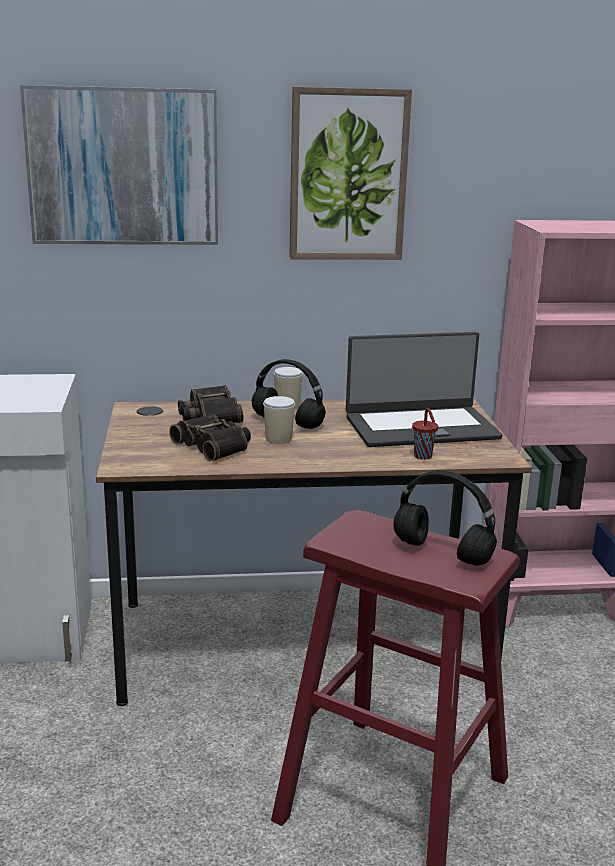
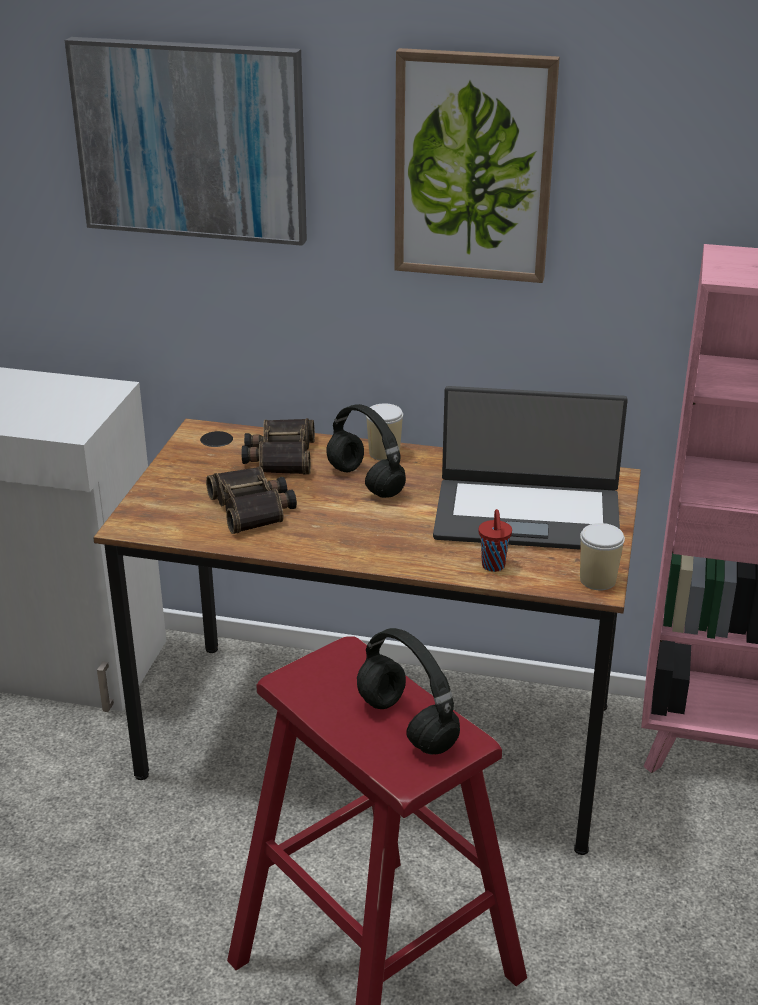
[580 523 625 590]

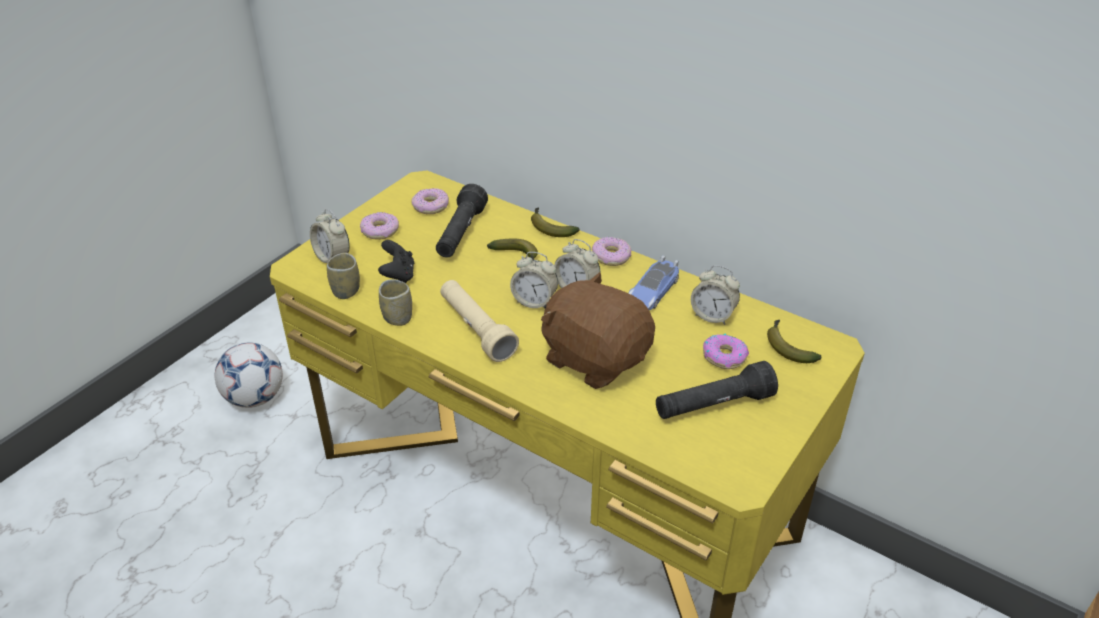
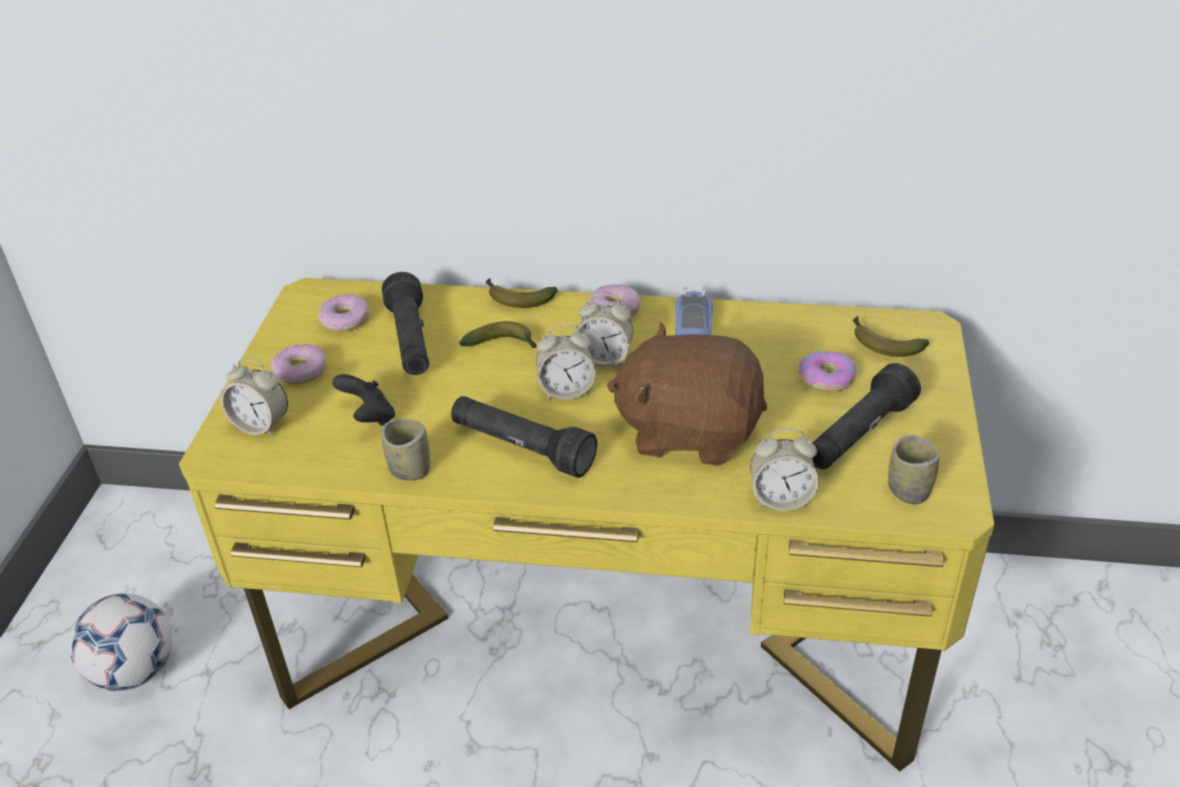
[888 435 939 504]
[750 429 819 511]
[451 396 597 478]

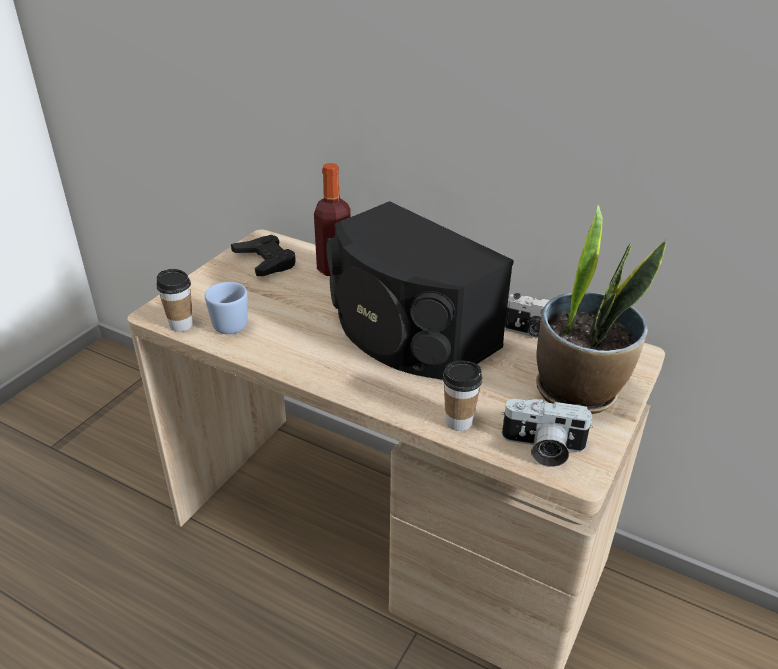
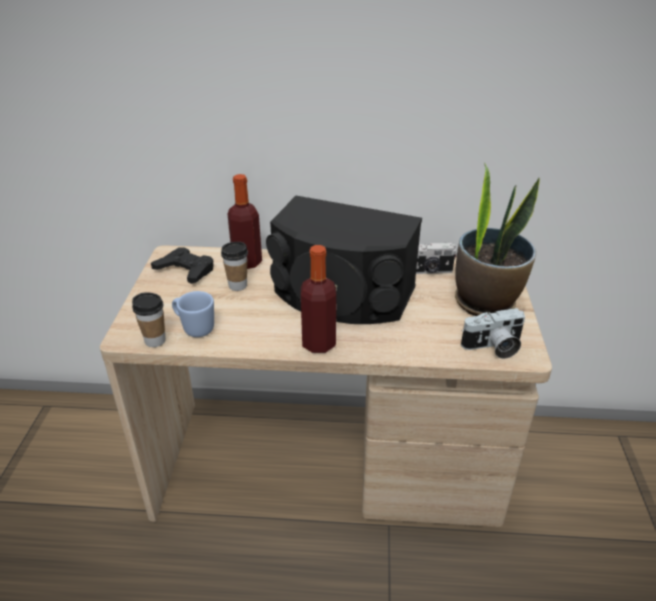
[221 242 248 291]
[301 245 336 353]

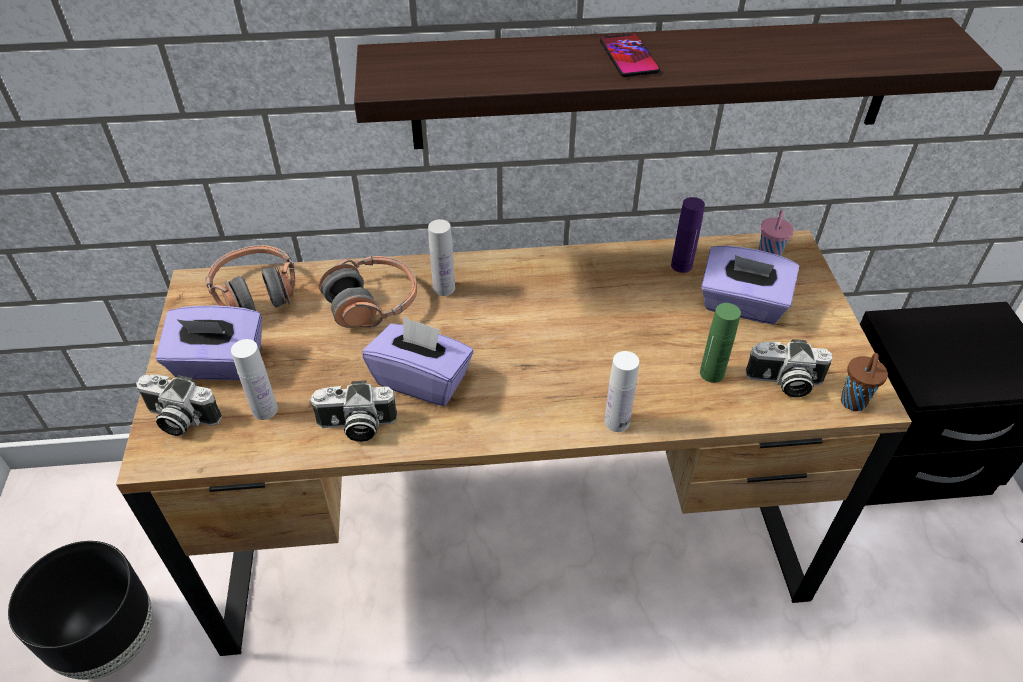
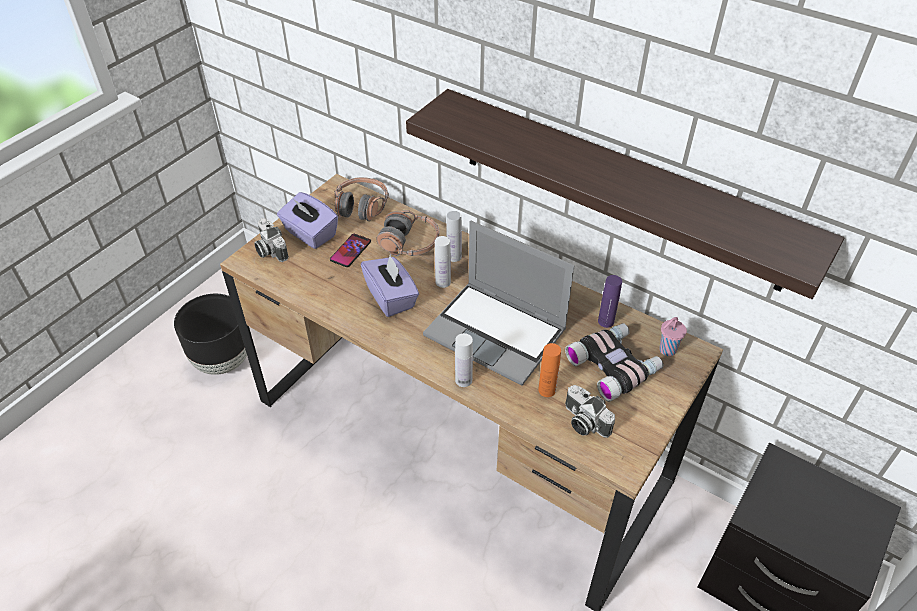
[330 234 371 267]
[565 323 664 402]
[538 343 561 397]
[435 236 451 288]
[841 353 888 411] (first image)
[309 381 397 442] (first image)
[423 221 575 385]

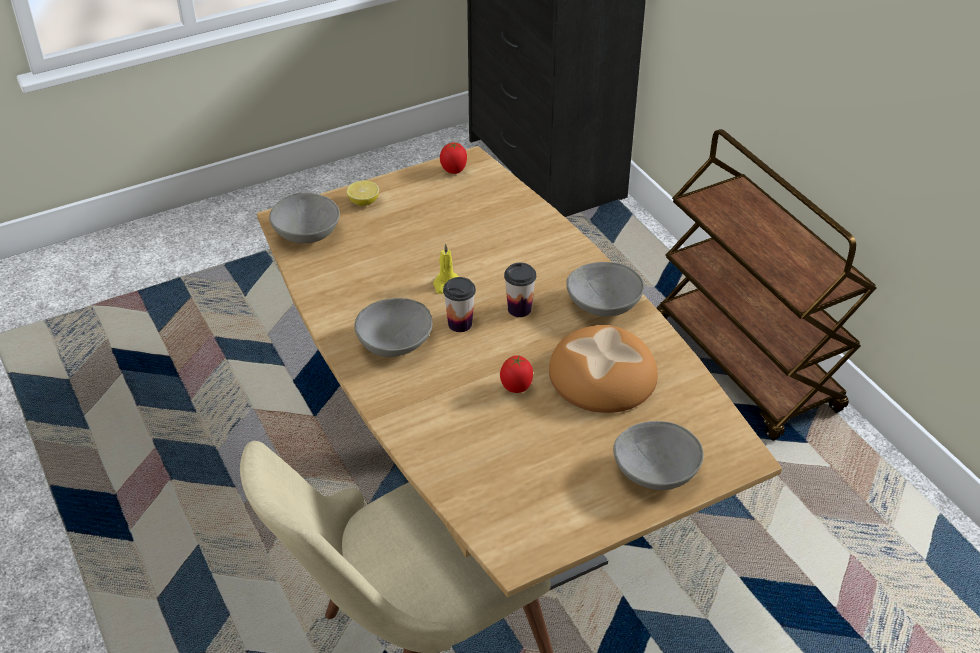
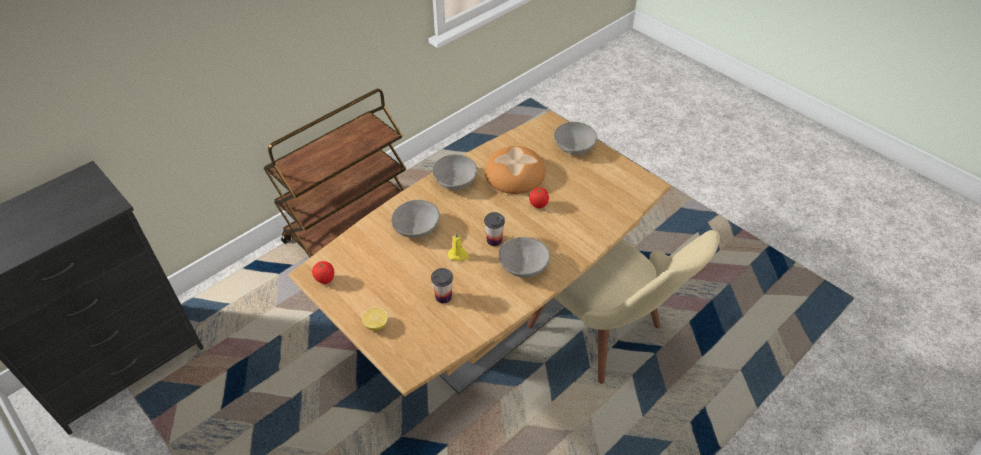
[391 200 440 238]
[431 268 453 303]

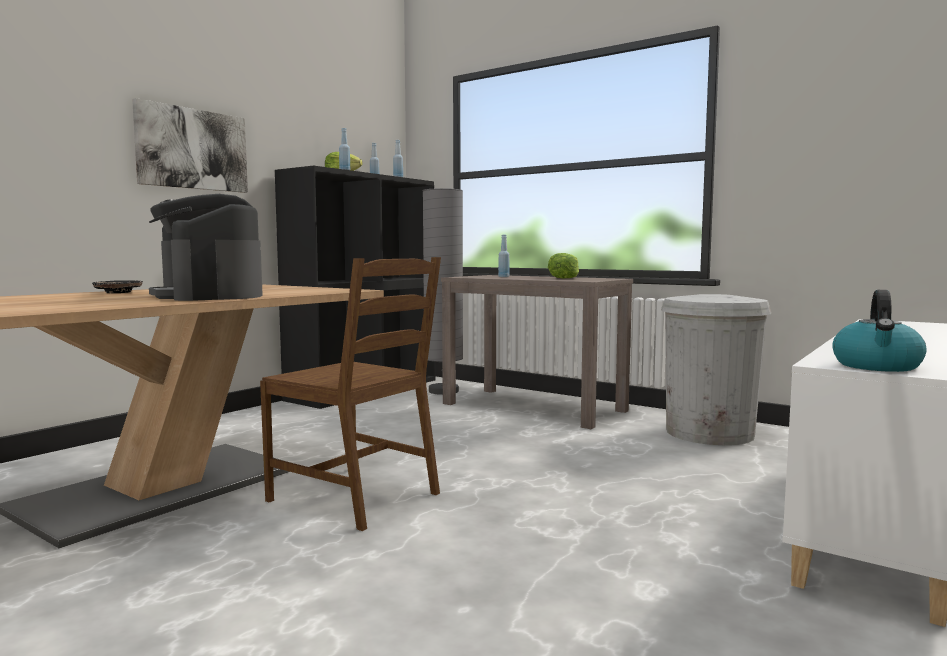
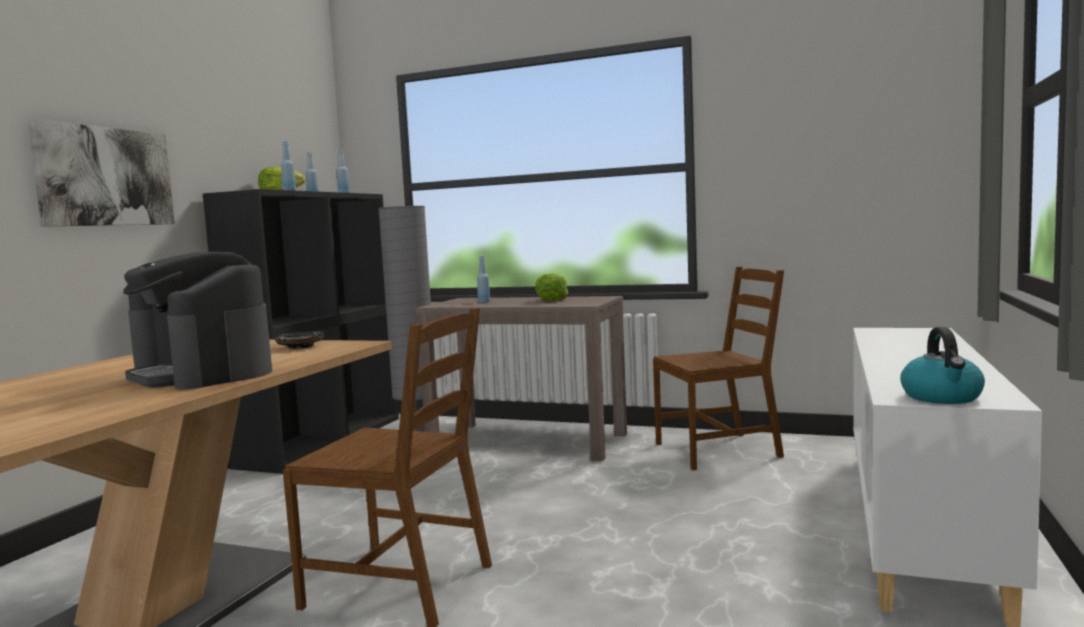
[274 331 325 349]
[653 267 784 470]

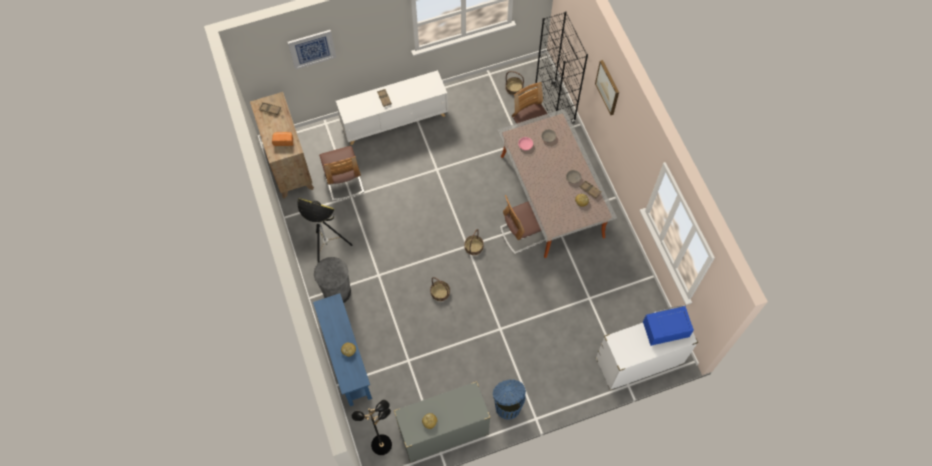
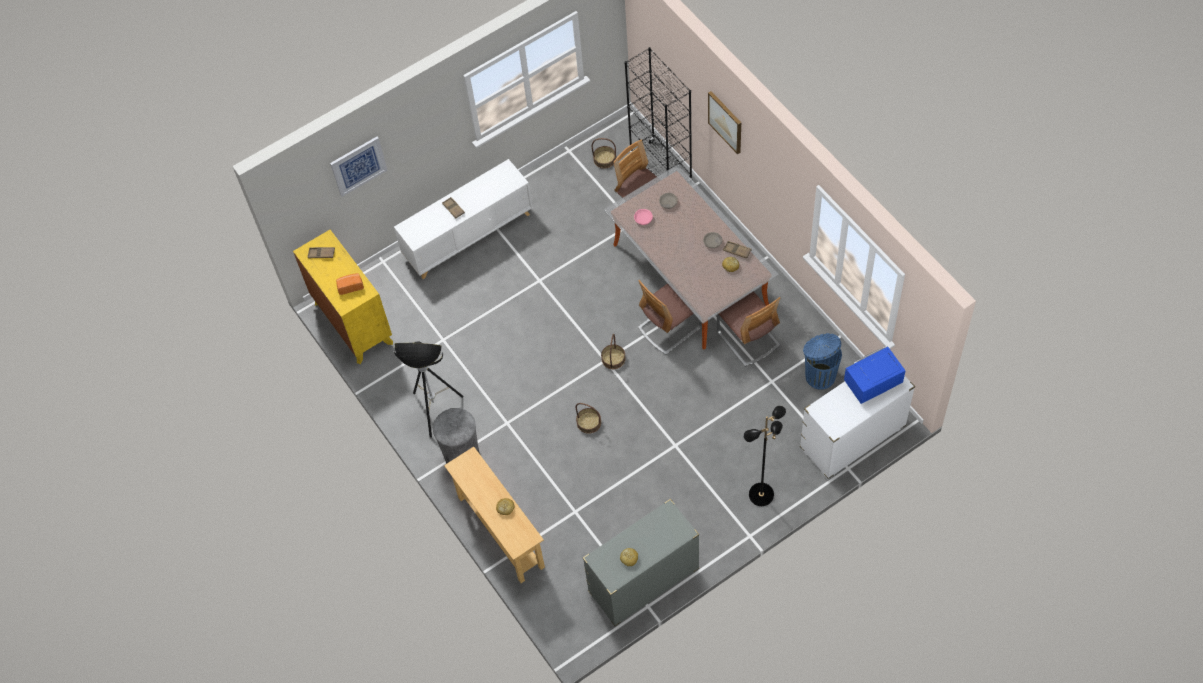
[293 230 393 364]
[717 292 780 367]
[444 447 545 583]
[803 333 842 390]
[744 406 786 506]

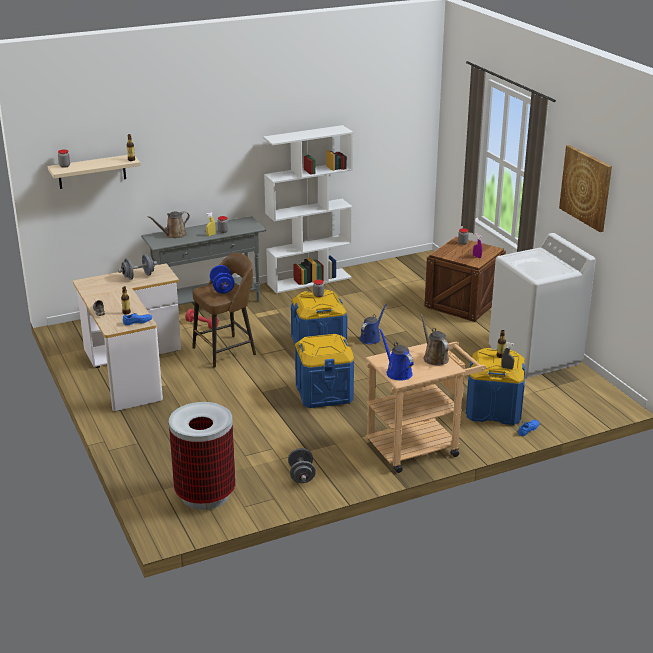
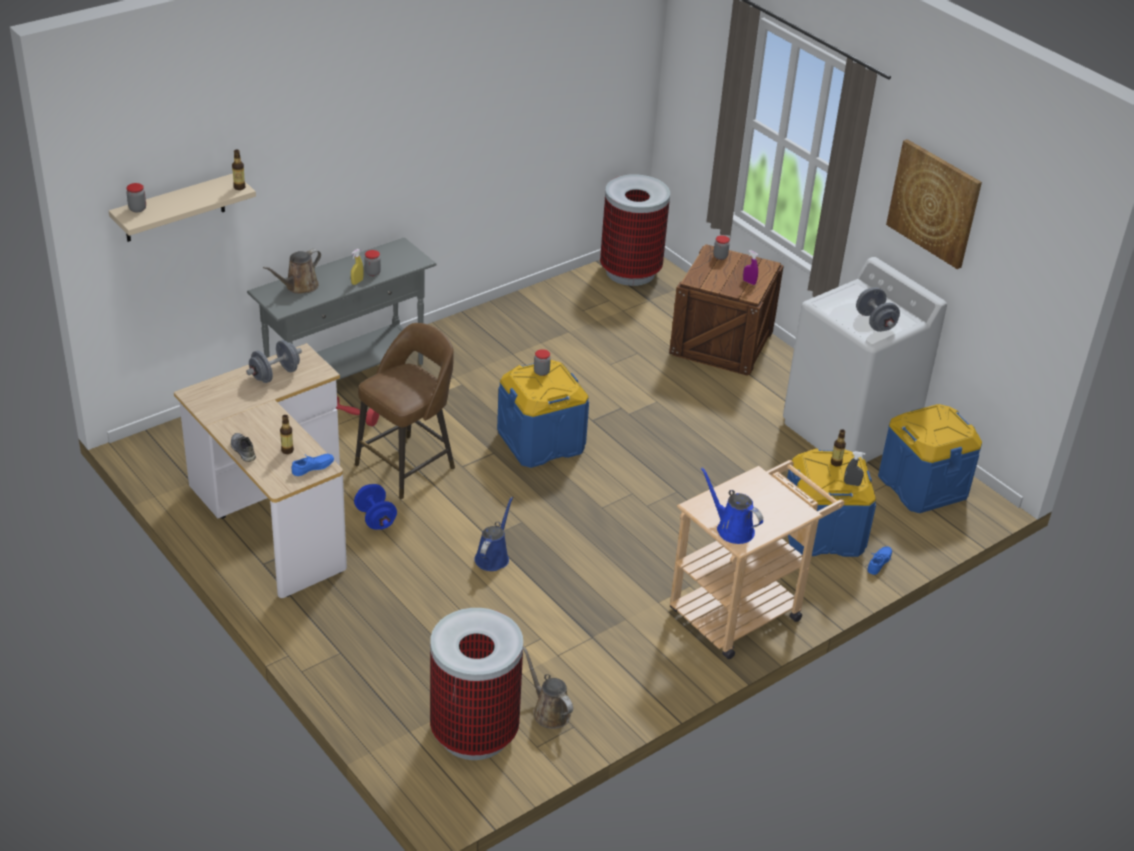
[263 125 353 293] (first image)
[354 484 397 530]
[474 497 513 571]
[523 647 573 729]
[878 404 982 513]
[856 287 900 332]
[600 174 670 286]

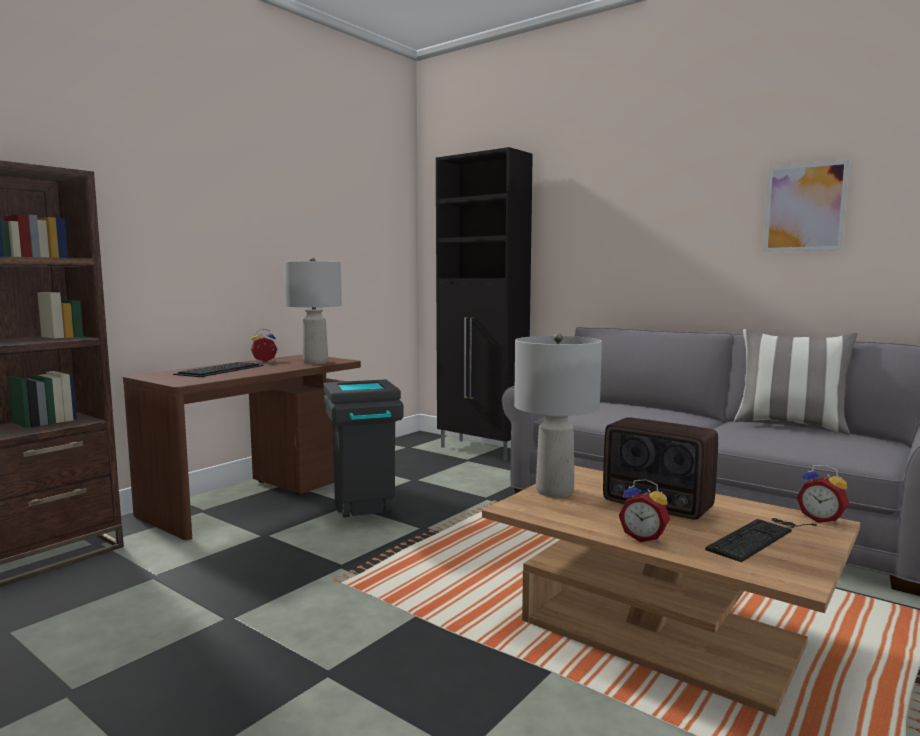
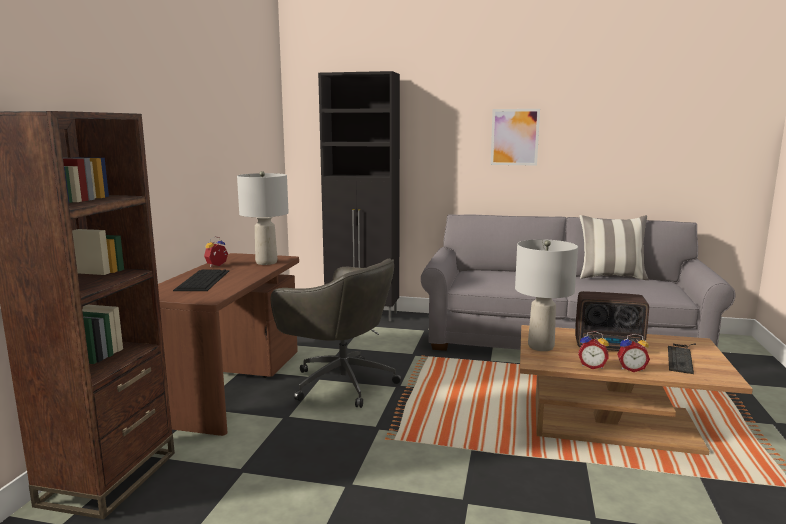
[491 109 540 166]
[271 259 401 408]
[578 331 609 369]

